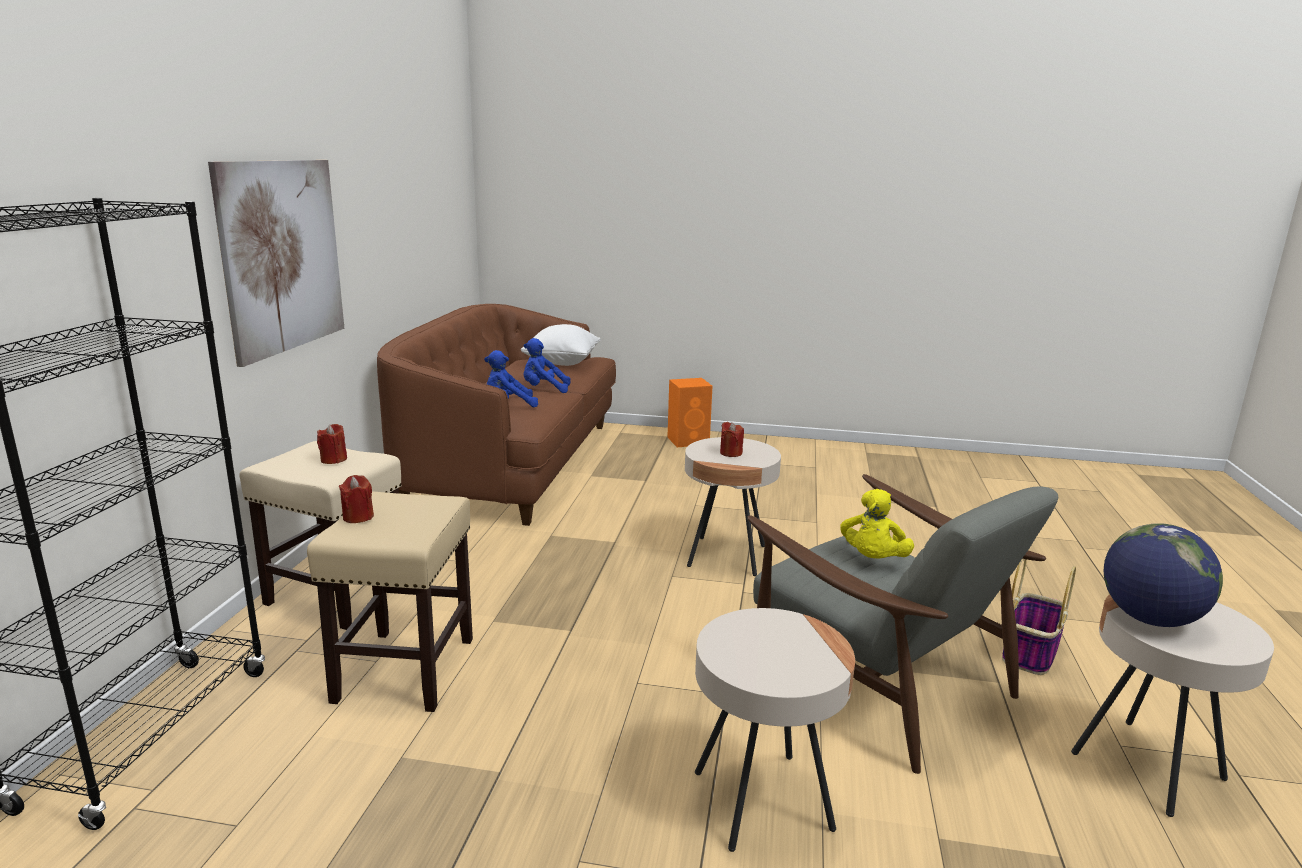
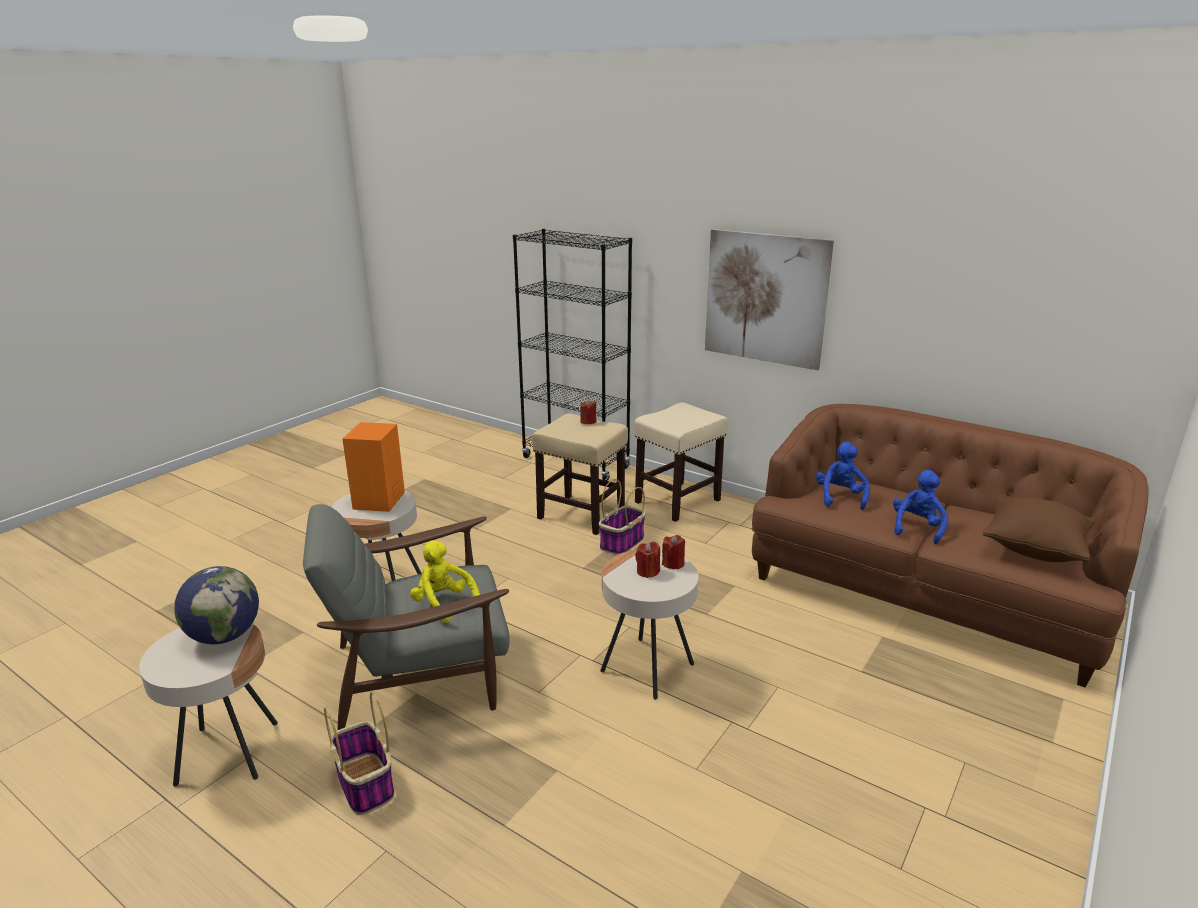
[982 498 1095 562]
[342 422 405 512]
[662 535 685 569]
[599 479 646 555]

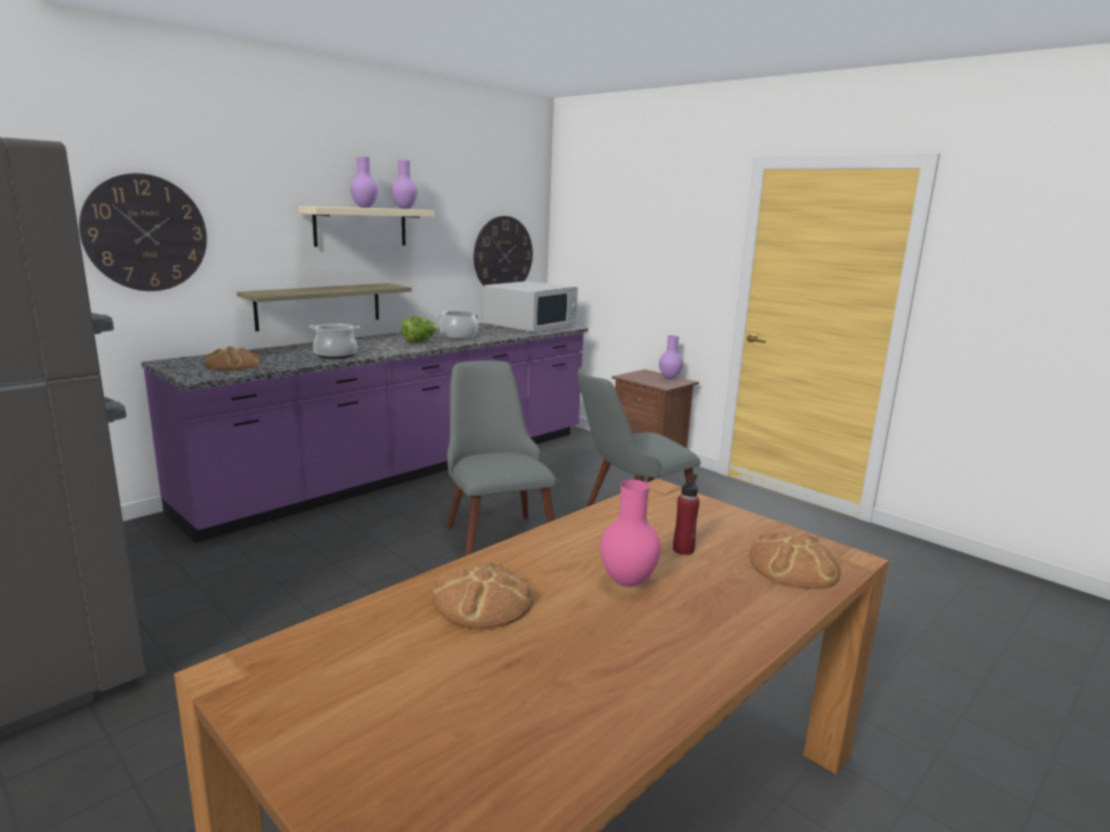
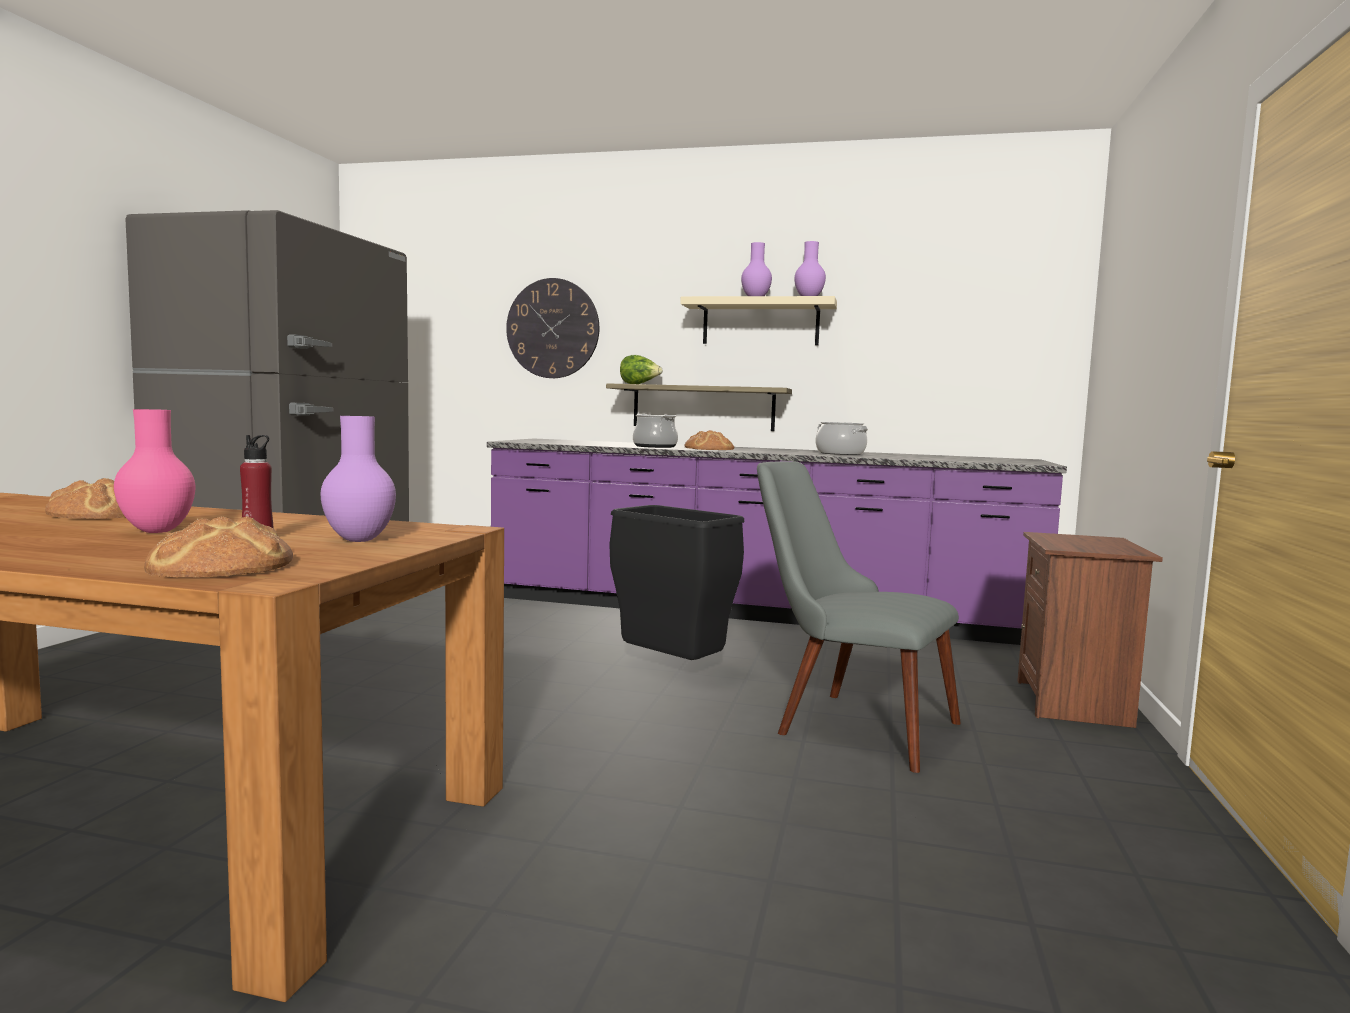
[474 216 533 286] (first image)
[484 281 578 332] (first image)
[620 355 662 384]
[320 416 396 542]
[685 430 734 450]
[609 505 744 660]

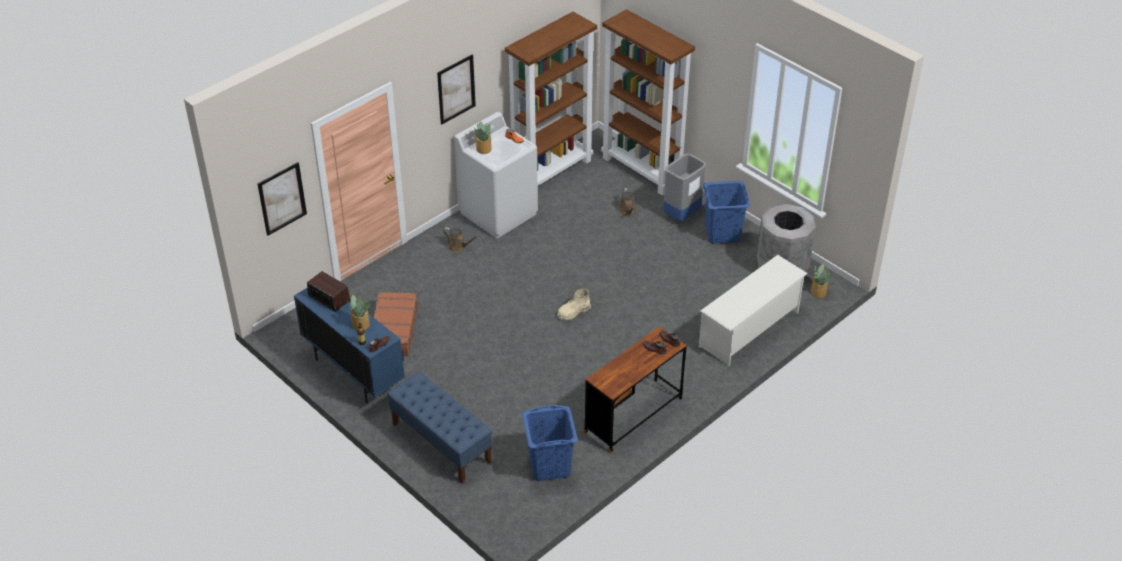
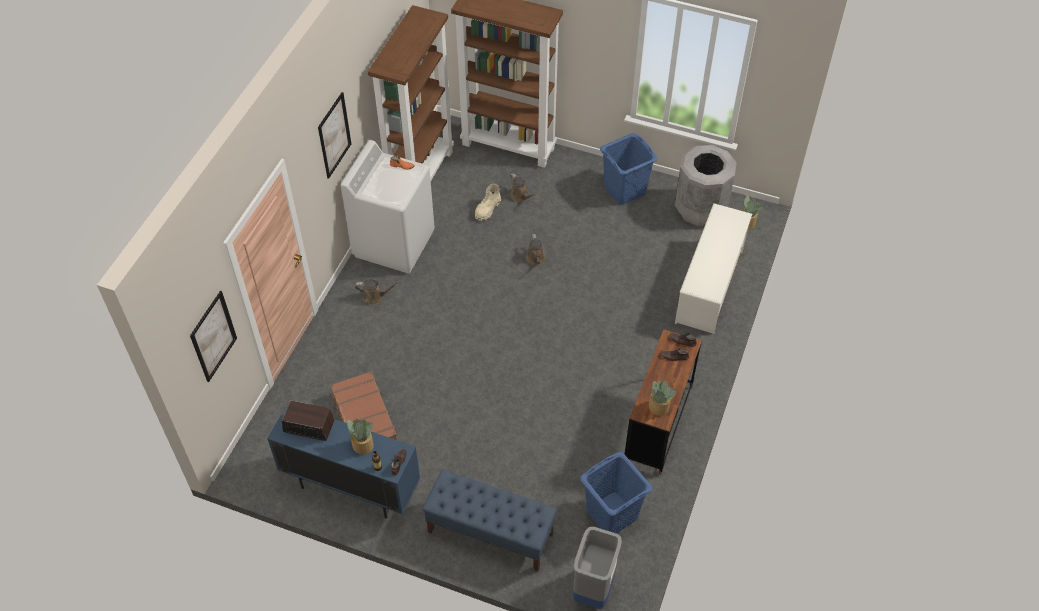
[649 380 676 416]
[573 527 622 609]
[475 184 501 222]
[526 234 546 265]

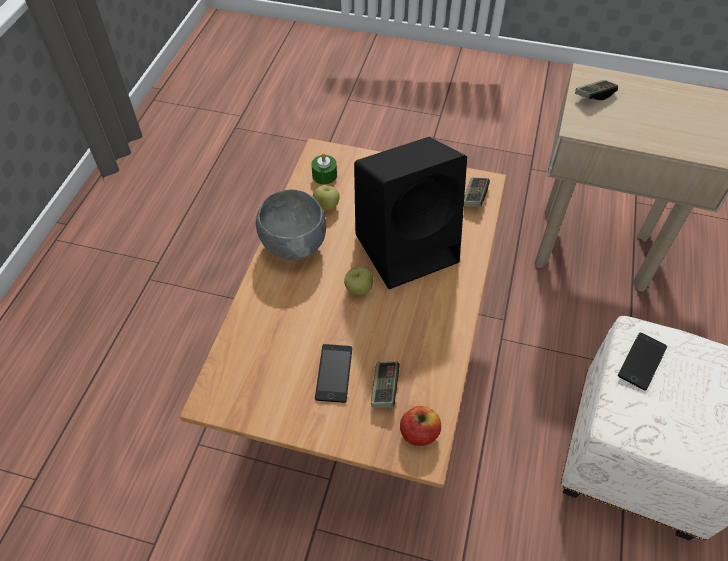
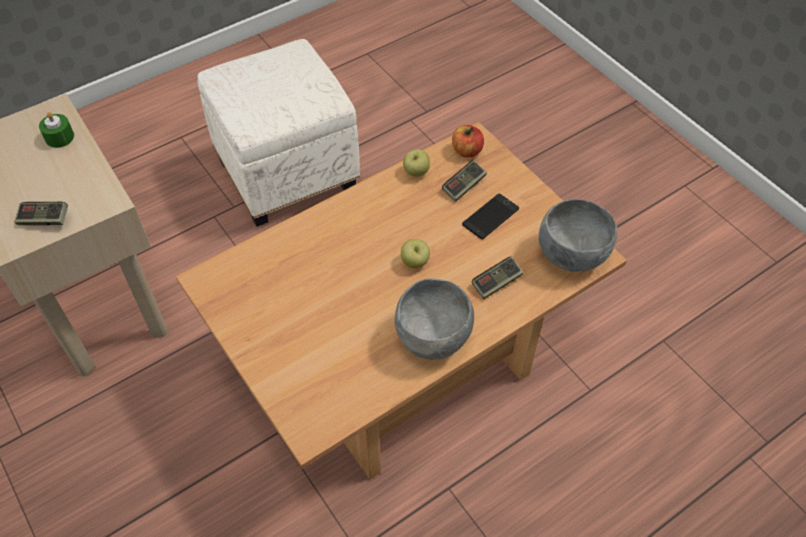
[354 137 467 289] (first image)
[39 112 74 148]
[472 256 523 299]
[403 149 430 177]
[618 333 667 390] (first image)
[538 199 617 272]

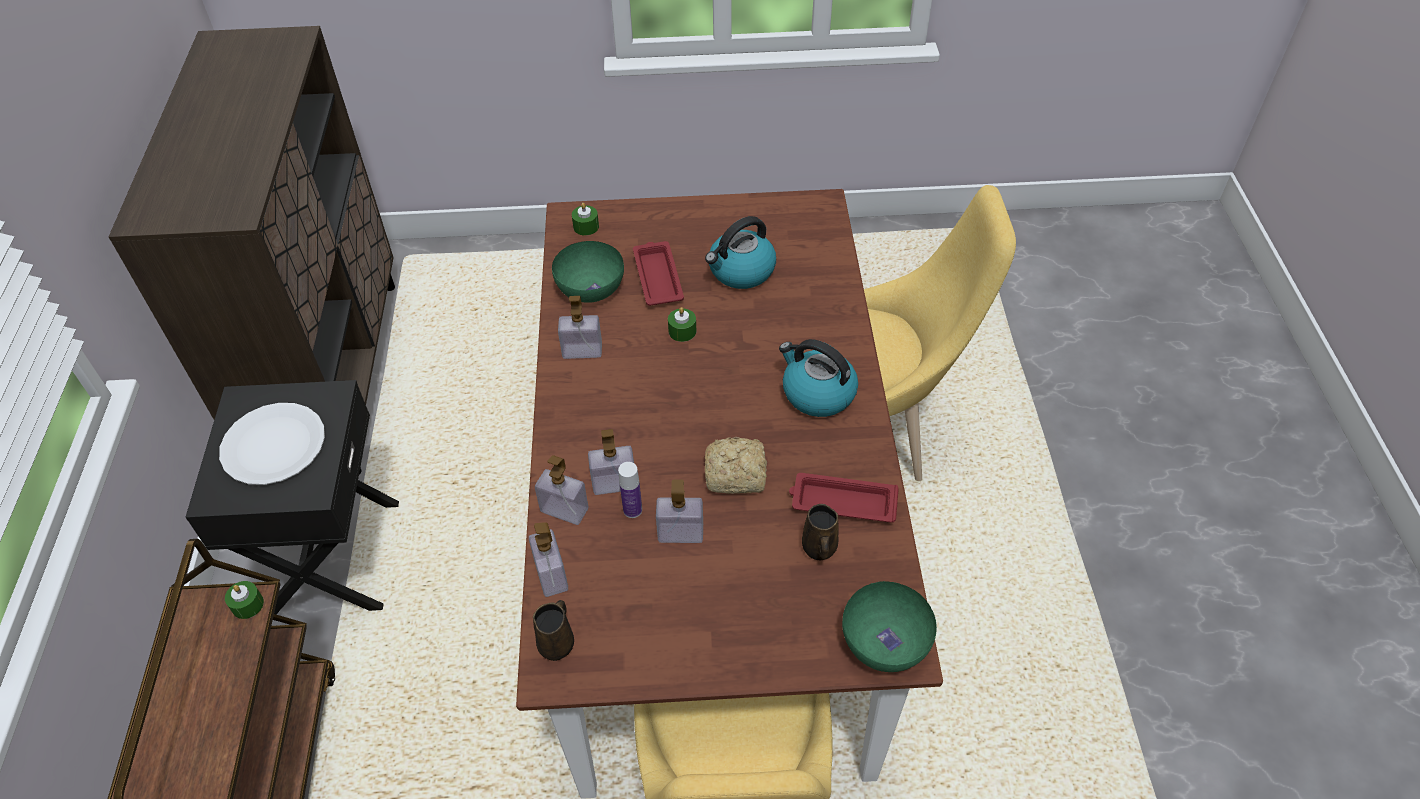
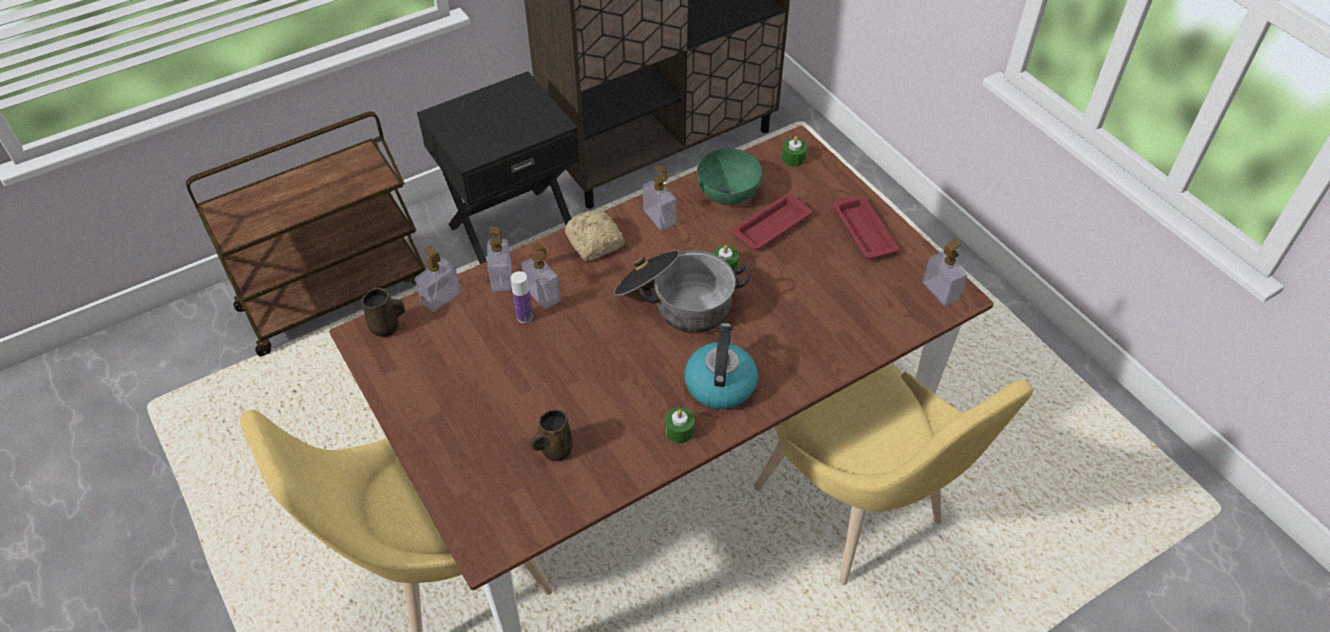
[705 216 776 289] (first image)
[219 403 325 485] (first image)
[565 210 625 261]
[833 196 899 259]
[923 238 967 306]
[665 407 695 443]
[842 581 937 672] (first image)
[614 250 751 333]

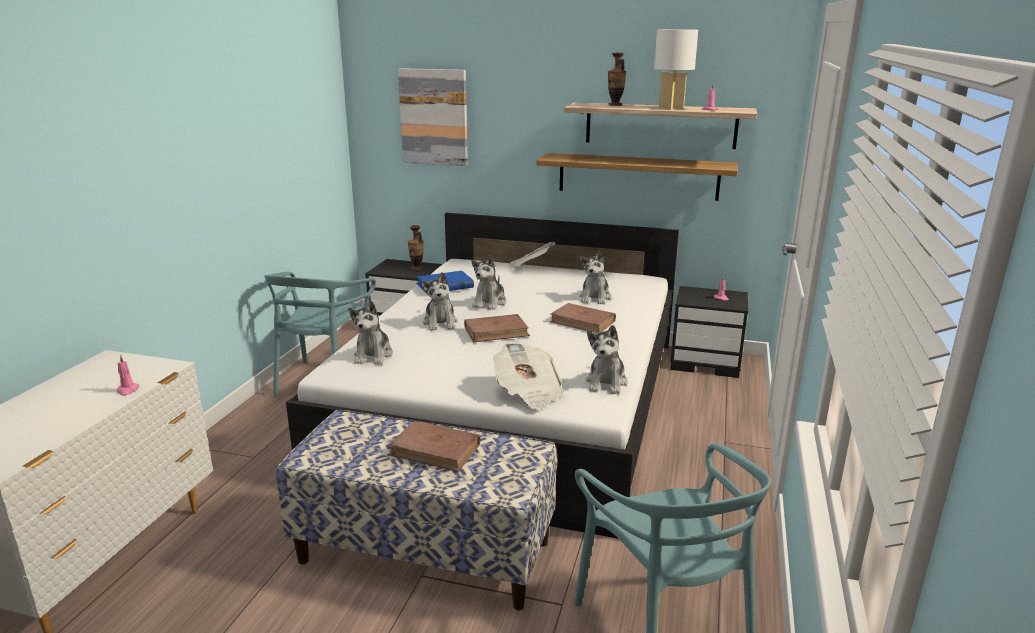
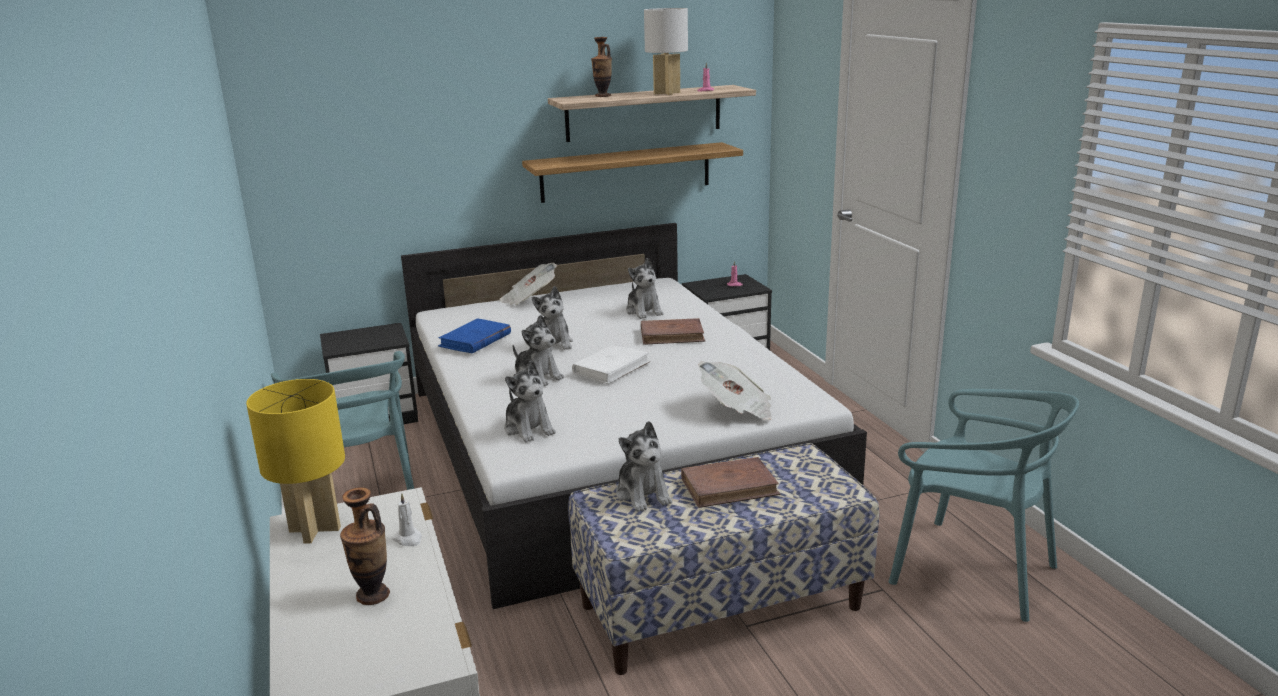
[398 68 468 166] (first image)
[340 488 390 605]
[572 344 651 384]
[616 421 672 512]
[393 493 422 546]
[246 379 345 544]

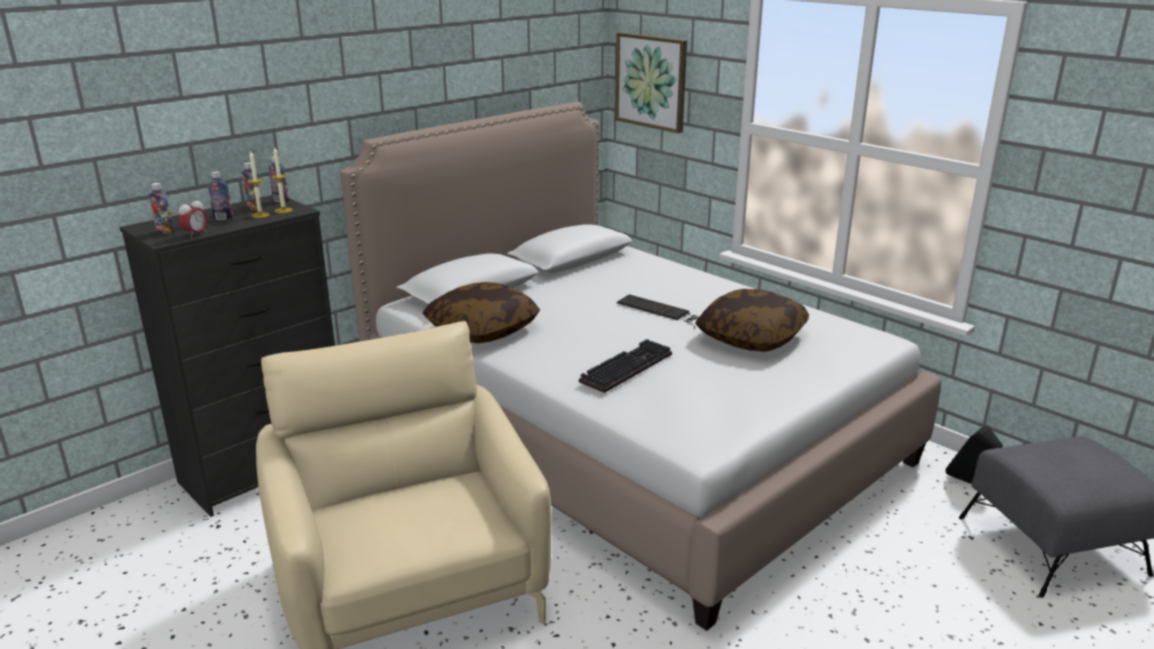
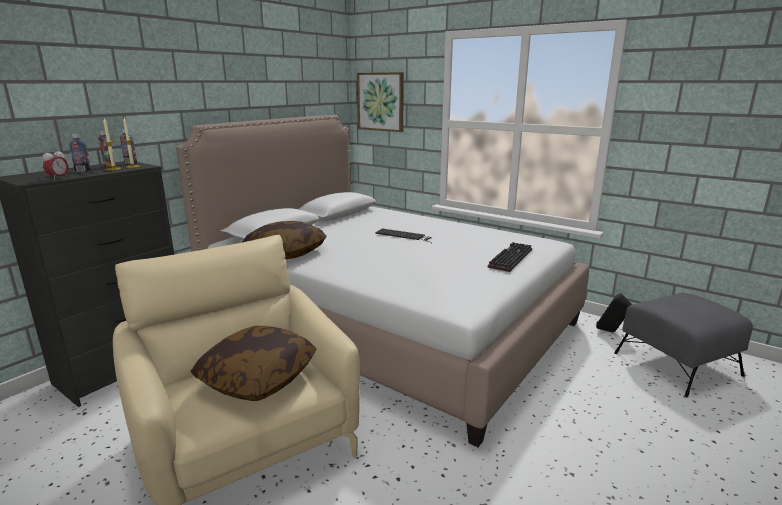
[149 183 174 234] (first image)
[190 326 316 401]
[488 242 532 272]

